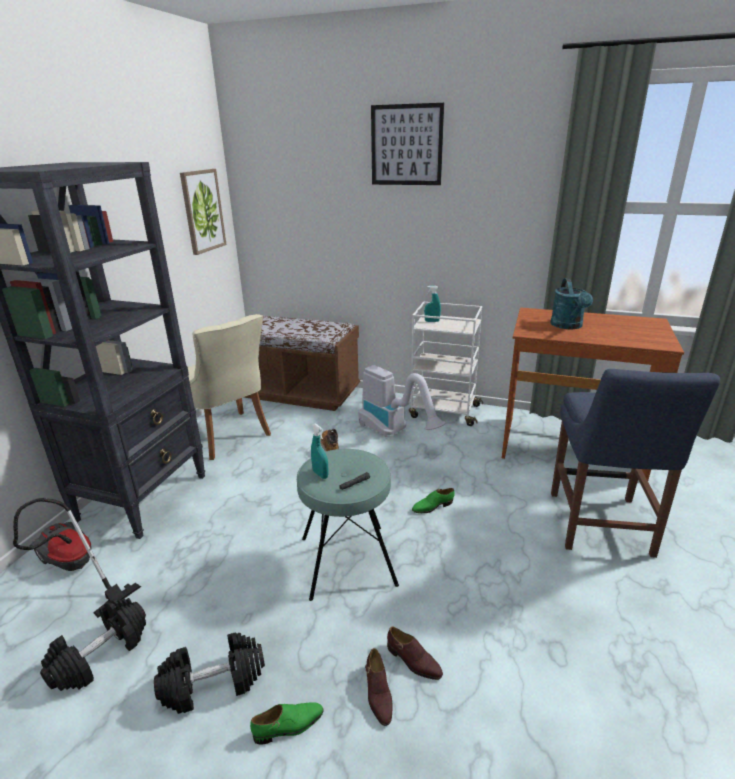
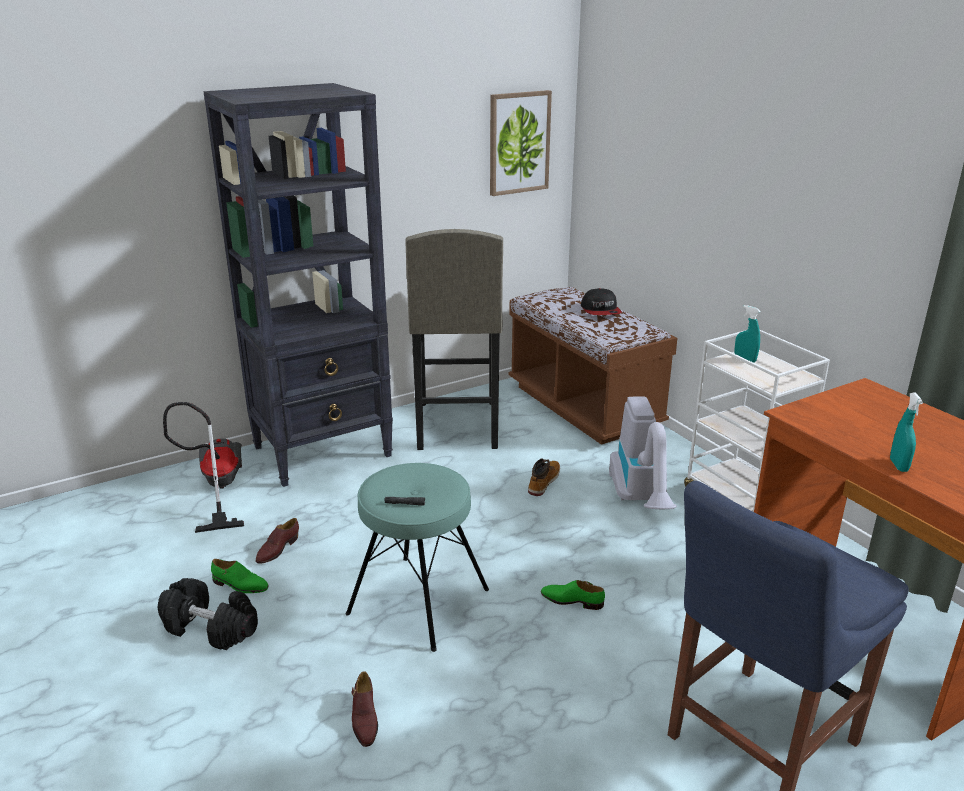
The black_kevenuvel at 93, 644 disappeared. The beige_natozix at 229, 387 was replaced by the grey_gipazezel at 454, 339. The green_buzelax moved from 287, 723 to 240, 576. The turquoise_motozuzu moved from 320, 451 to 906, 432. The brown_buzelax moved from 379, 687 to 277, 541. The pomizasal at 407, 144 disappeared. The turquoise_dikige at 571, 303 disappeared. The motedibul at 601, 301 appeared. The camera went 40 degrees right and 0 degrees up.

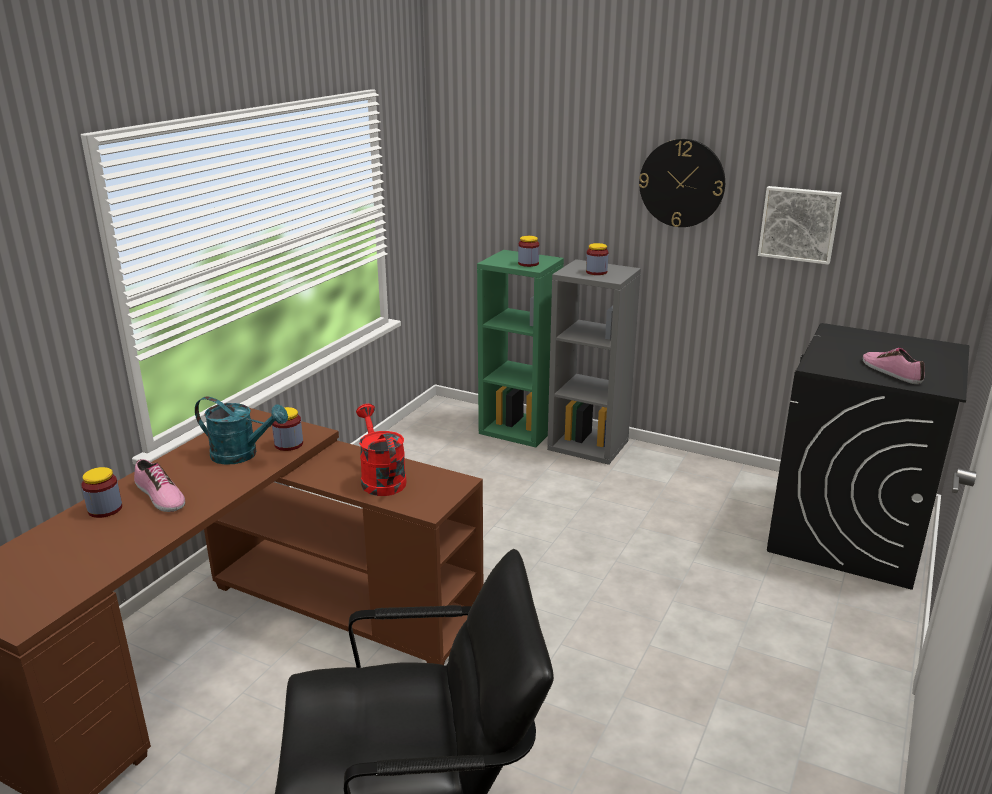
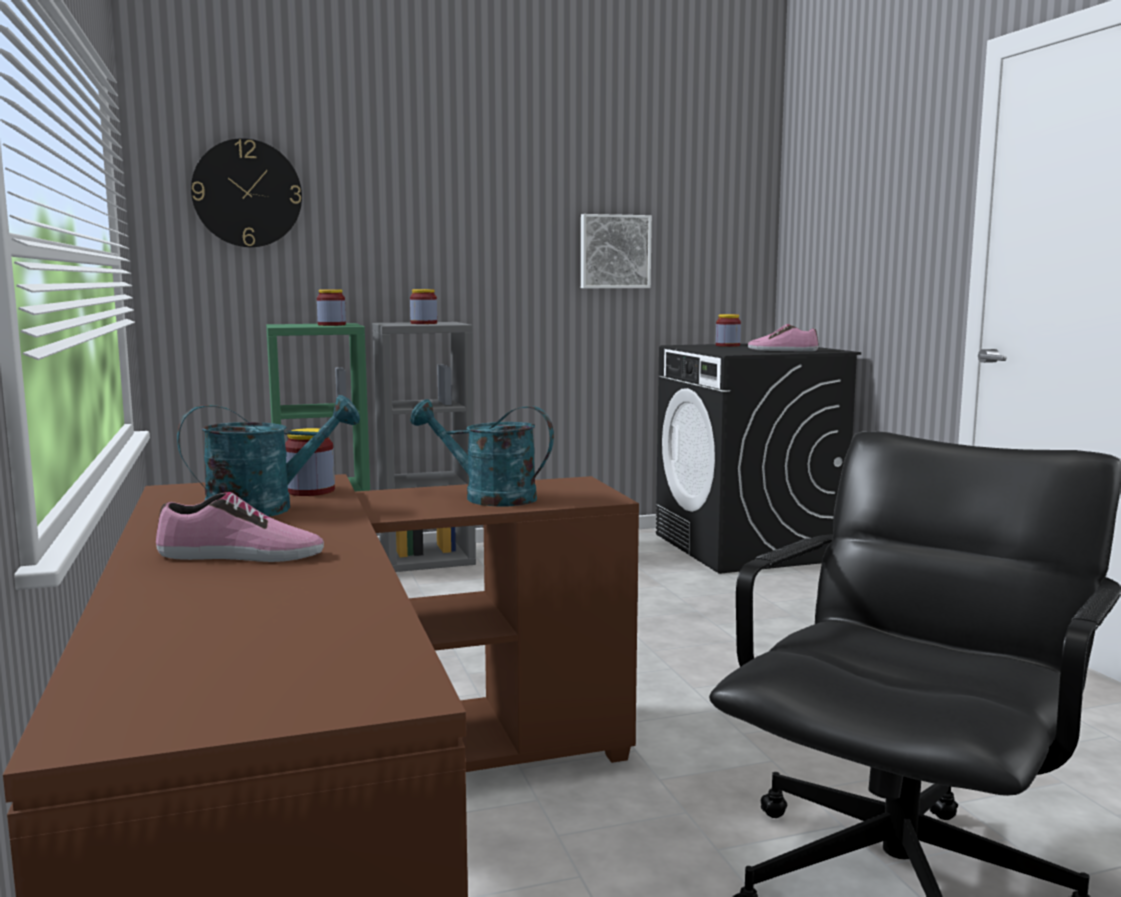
The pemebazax moved from 101, 492 to 728, 330. The red_dikige at 381, 450 became the turquoise_dikige at 482, 452. The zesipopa moved from 682, 183 to 246, 192. The camera went 45 degrees left and 15 degrees down.

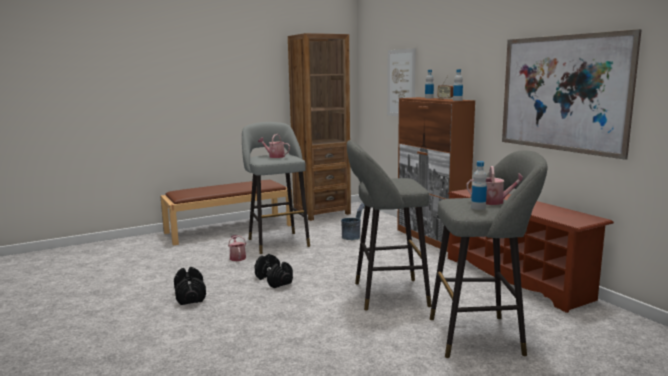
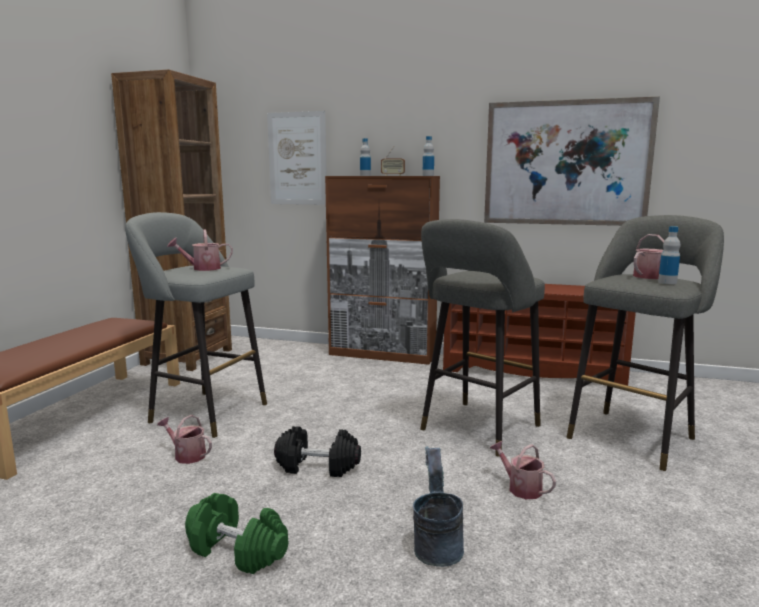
The black_kevenuvel at 190, 286 became the green_kevenuvel at 237, 533. The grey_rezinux moved from 353, 221 to 438, 506. The dikige at 523, 470 appeared. The camera went 45 degrees left and 0 degrees up.

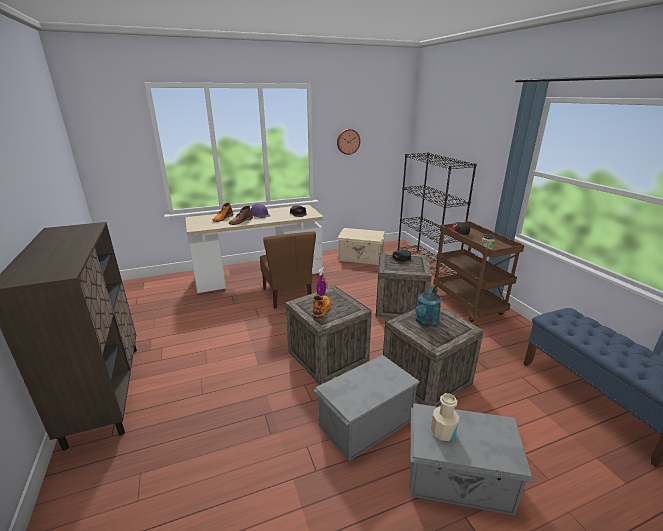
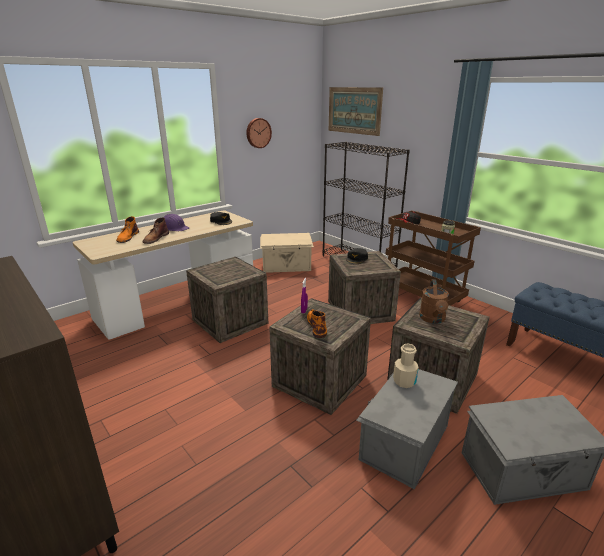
The brown_natozix at 288, 270 was replaced by the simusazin at 227, 300. The turquoise_dikige at 428, 306 became the brown_dikige at 434, 301. The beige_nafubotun moved from 445, 417 to 406, 366. The pomizasal at 356, 111 appeared. The camera went 20 degrees left and 0 degrees up.

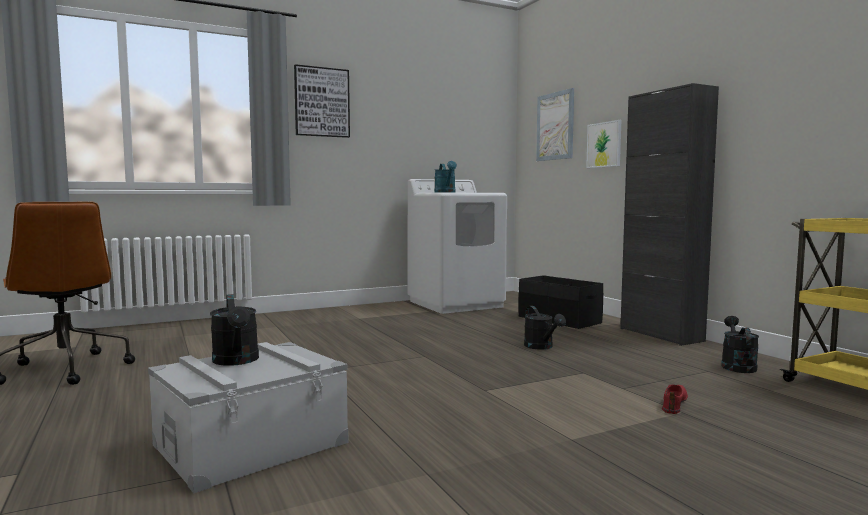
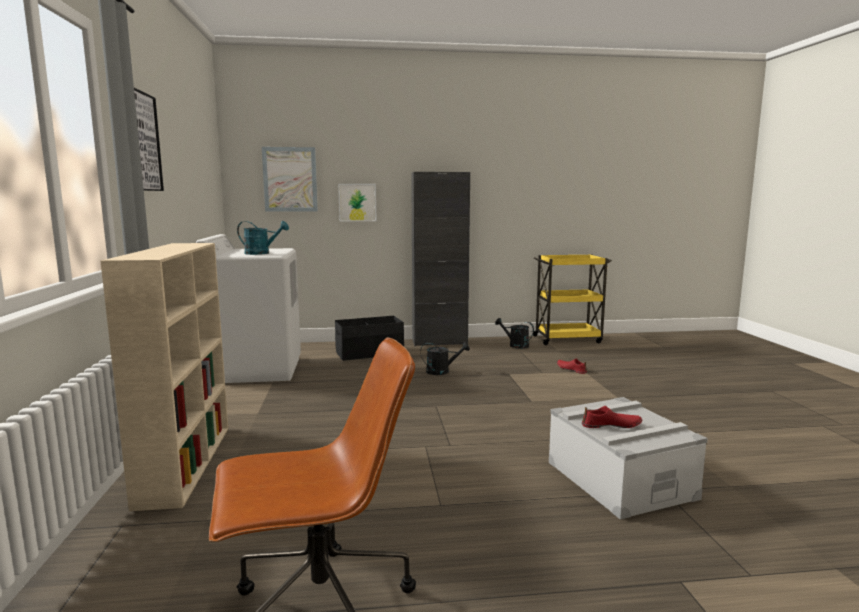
The black_dikige at 234, 330 was replaced by the red_buzelax at 612, 417. The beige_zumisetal at 164, 377 appeared. The camera went 70 degrees left and 5 degrees up.

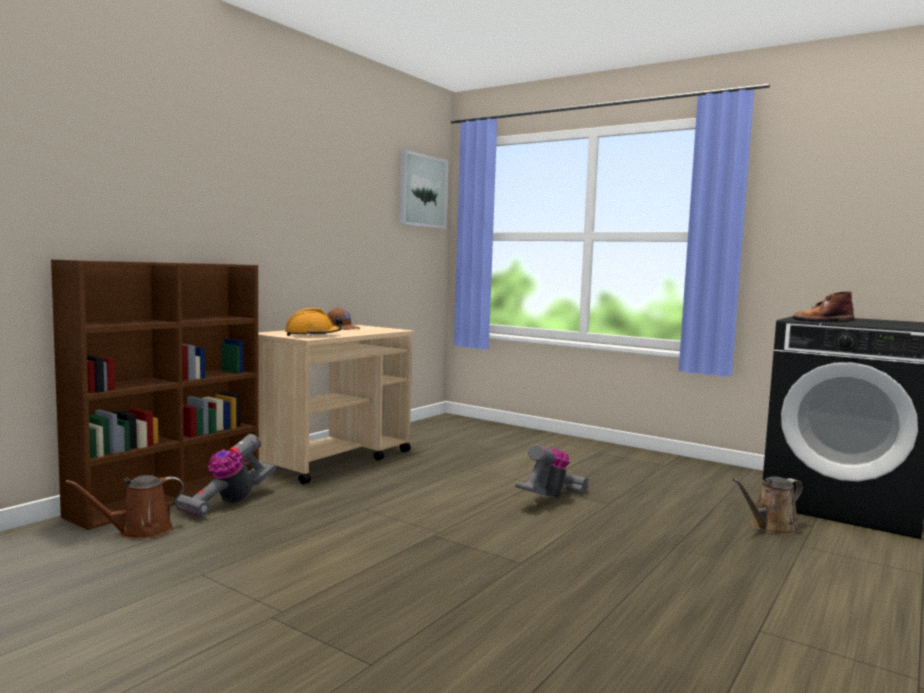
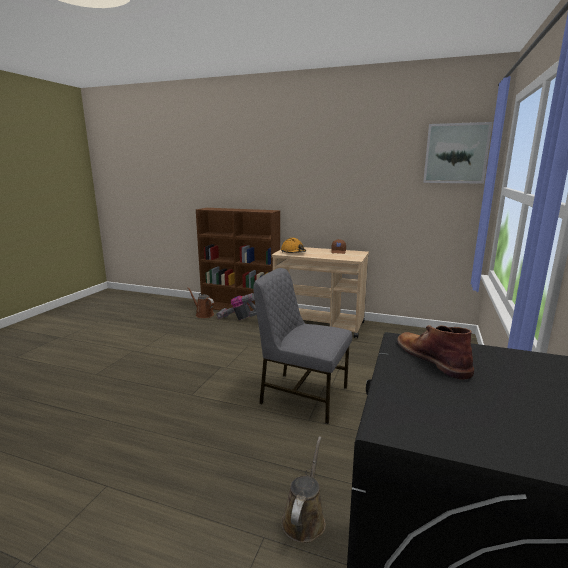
The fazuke at 552, 471 was replaced by the grey_natozix at 302, 346. The brown_dikige at 768, 505 turned 60 degrees clockwise. The camera went 75 degrees right and 10 degrees up.

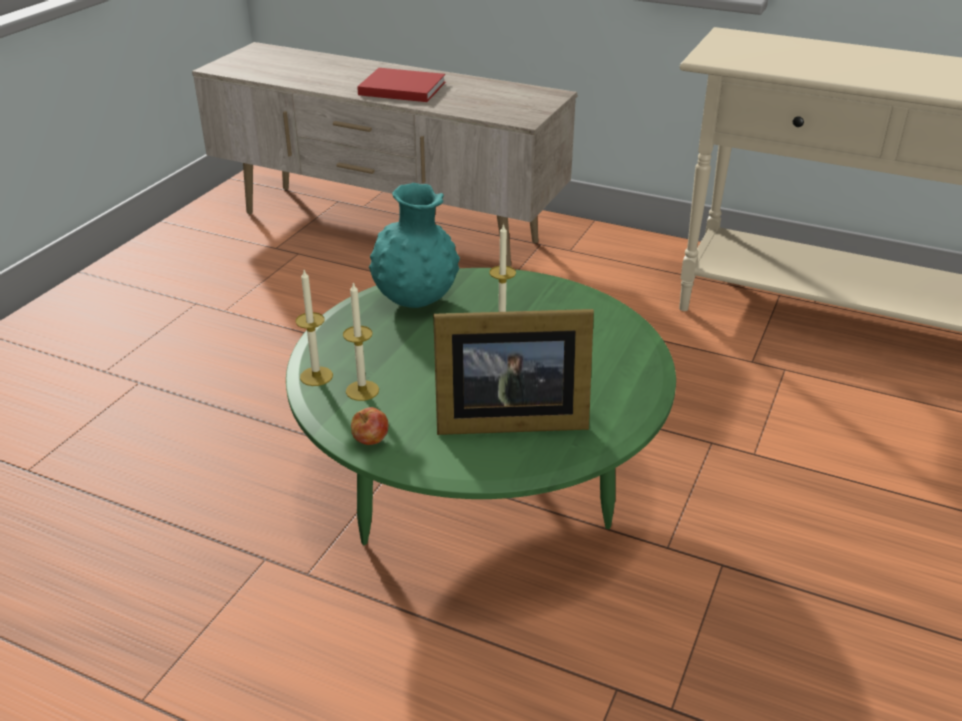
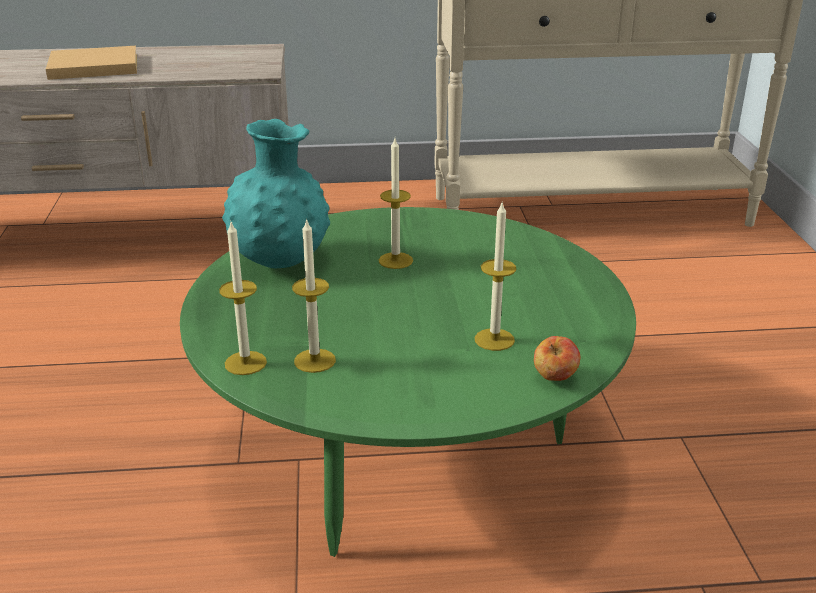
The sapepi moved from 369, 426 to 557, 358. The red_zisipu at 401, 85 became the beige_zisipu at 91, 63. The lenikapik at 513, 372 was replaced by the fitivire at 495, 277. The camera went 30 degrees left and 5 degrees down.

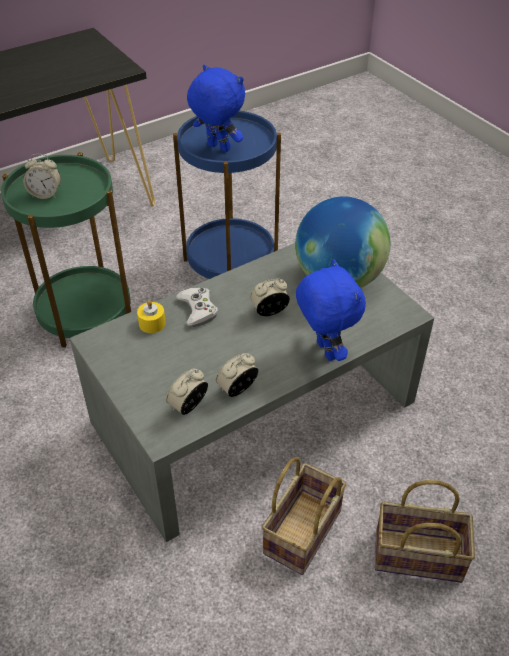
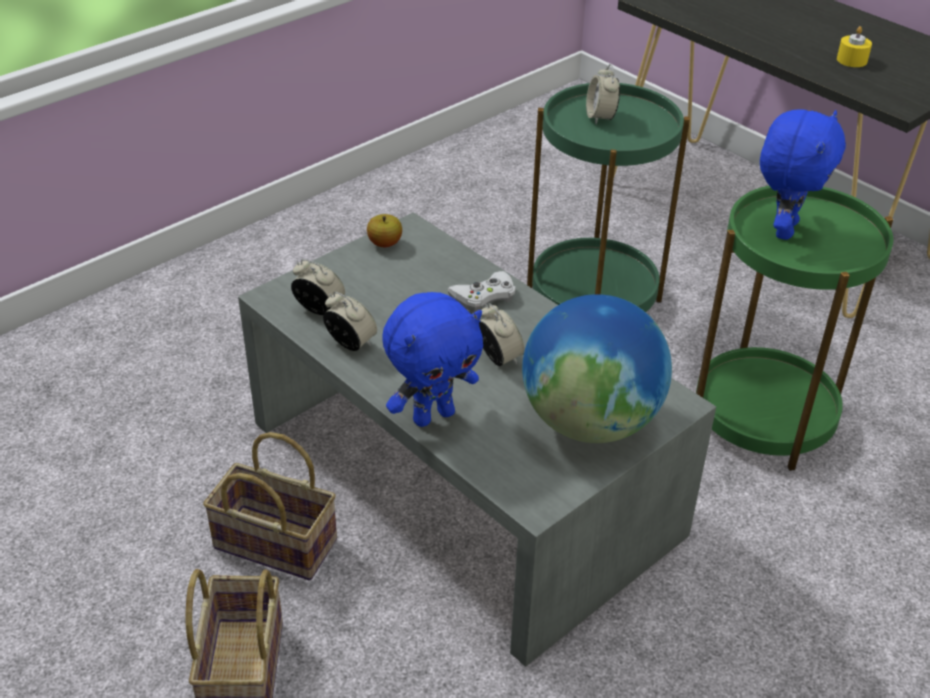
The yellow_fitivire moved from 151, 316 to 854, 46. The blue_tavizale at 227, 194 became the green_tavizale at 794, 328. The sapepi at 384, 230 appeared. The camera went 80 degrees right and 5 degrees down.

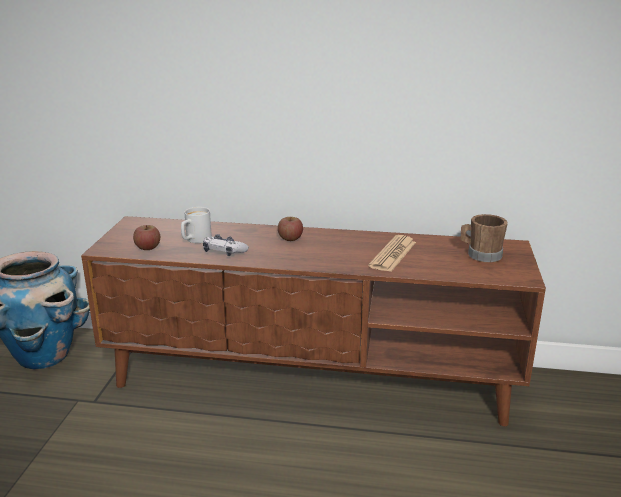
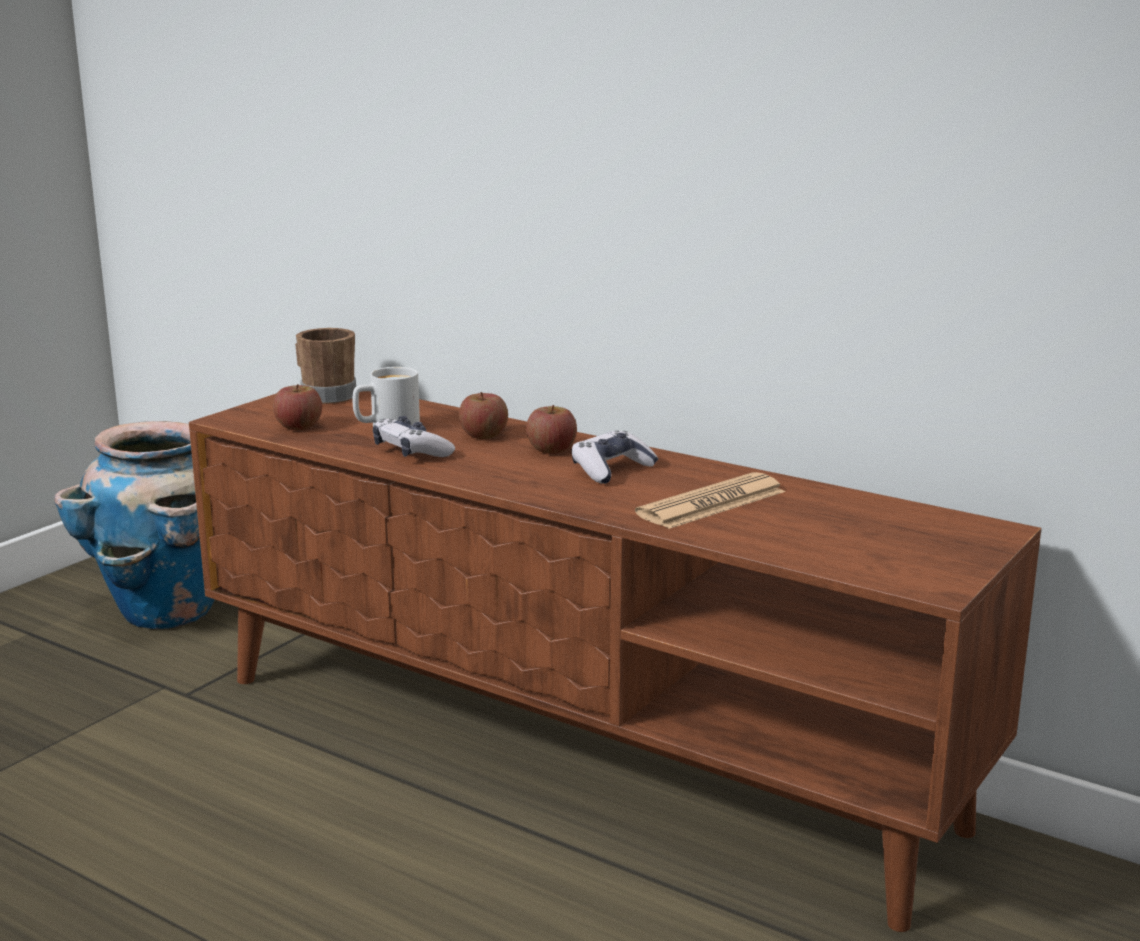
The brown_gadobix moved from 484, 238 to 325, 366. The sapepi at 483, 415 appeared. The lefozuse at 615, 457 appeared. The camera went 25 degrees right and 5 degrees down.

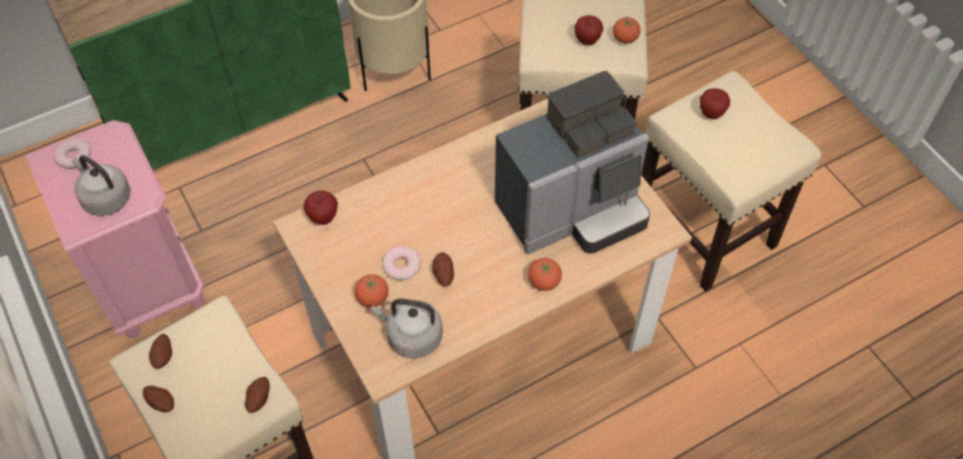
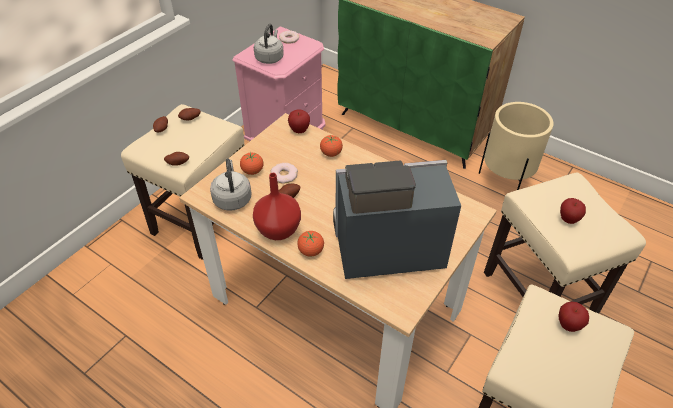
The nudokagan at 572, 162 turned 135 degrees clockwise. The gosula moved from 626, 30 to 331, 146. The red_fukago at 277, 206 appeared. The camera went 65 degrees right and 10 degrees down.

